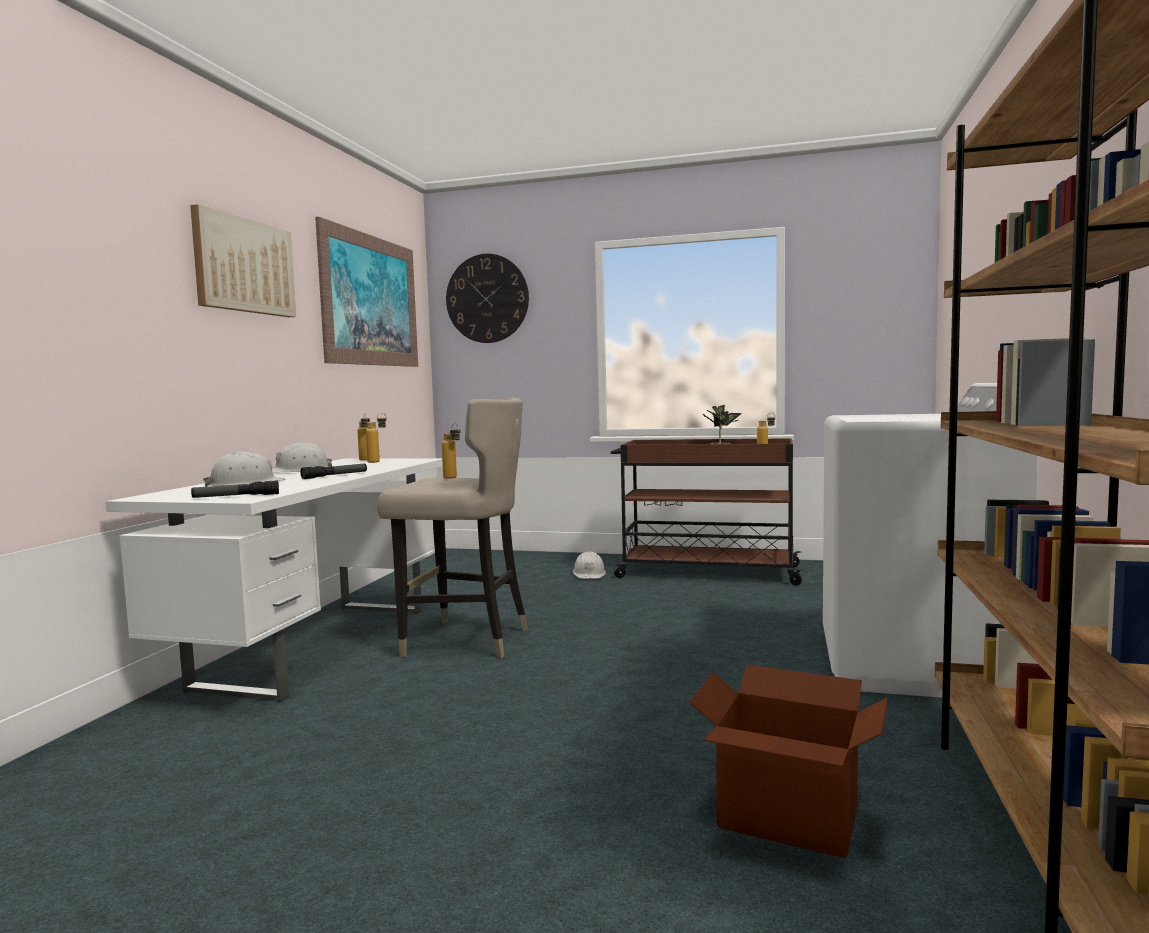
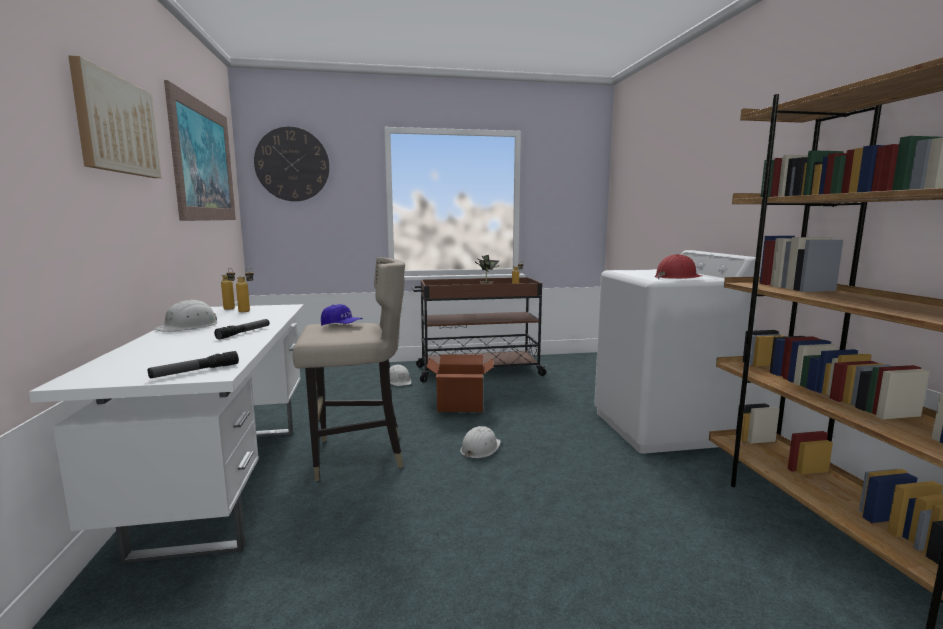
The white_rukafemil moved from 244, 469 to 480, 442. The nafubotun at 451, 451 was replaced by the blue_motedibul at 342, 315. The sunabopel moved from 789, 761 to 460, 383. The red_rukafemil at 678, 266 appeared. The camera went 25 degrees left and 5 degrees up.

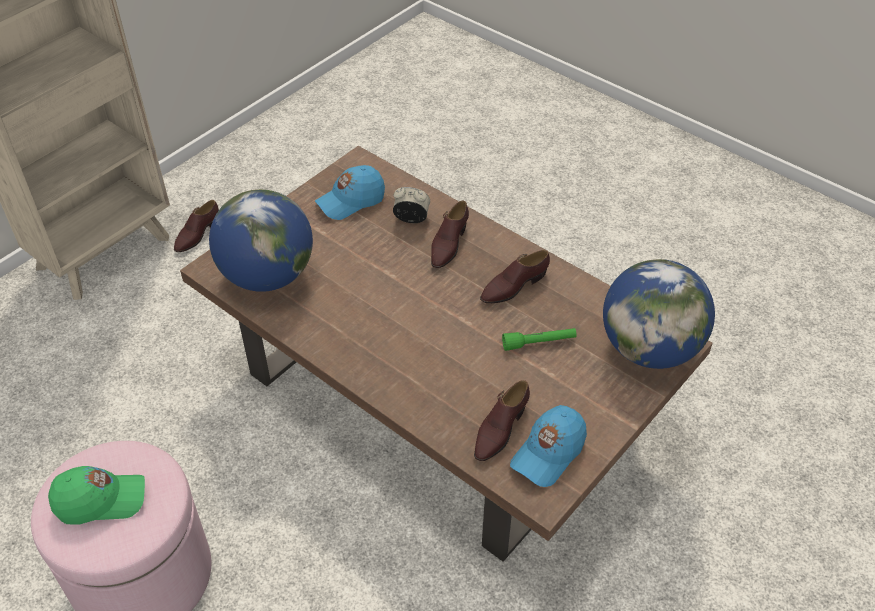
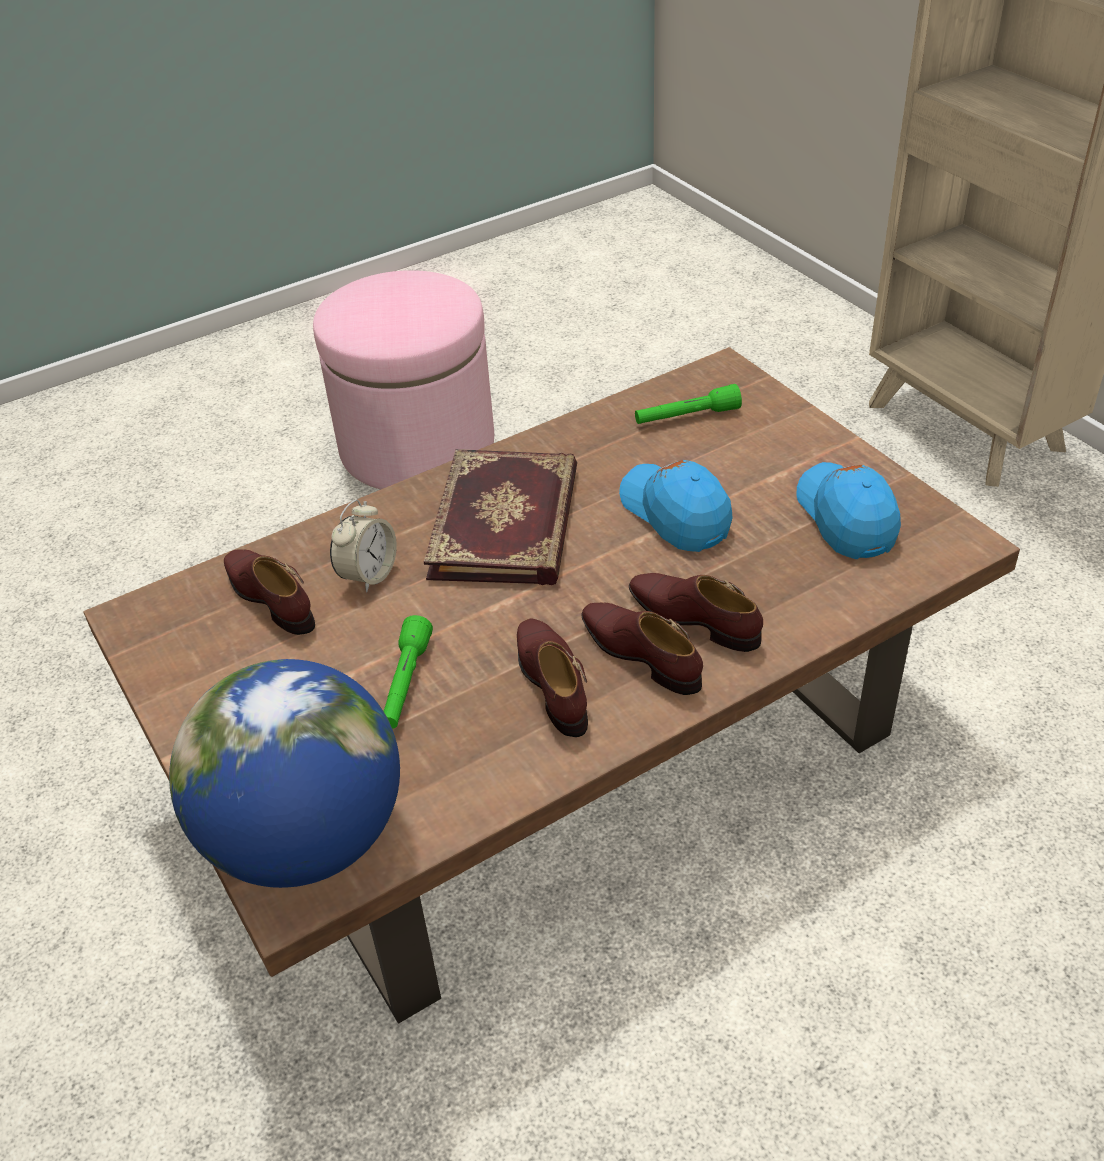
The green_motedibul at 96, 495 disappeared. The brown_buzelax moved from 196, 226 to 642, 649. The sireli at 261, 240 was replaced by the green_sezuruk at 688, 404. The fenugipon moved from 411, 205 to 363, 545. The blue_motedibul moved from 548, 446 to 676, 506. The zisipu at 500, 517 appeared. The camera went 110 degrees right and 5 degrees down.

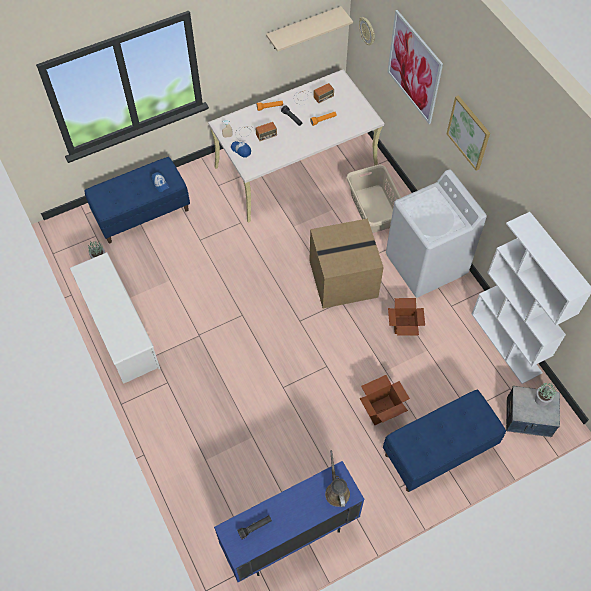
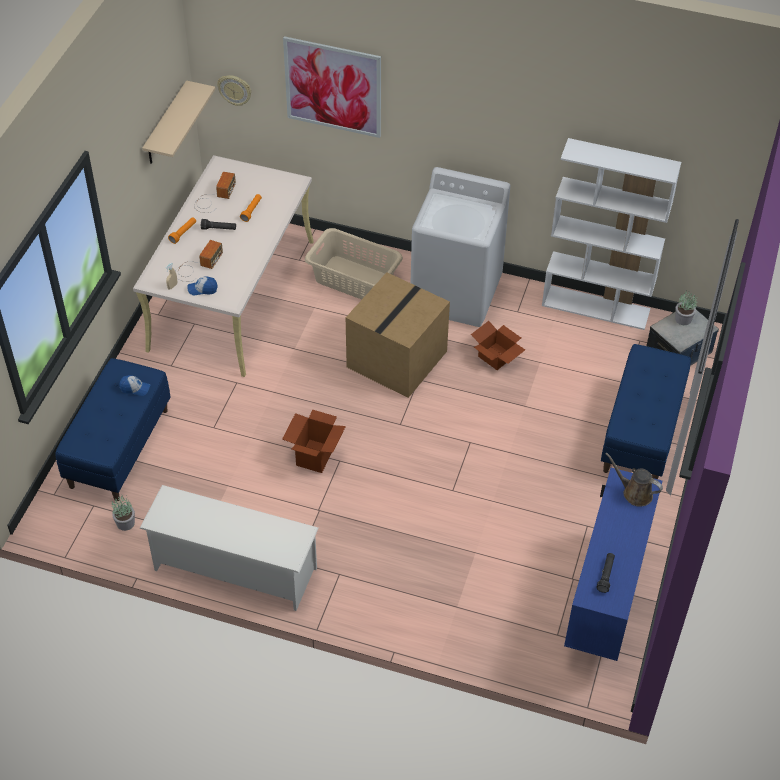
The sunabopel moved from 384, 400 to 314, 441. The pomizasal at 468, 133 disappeared. The camera went 45 degrees left and 10 degrees down.

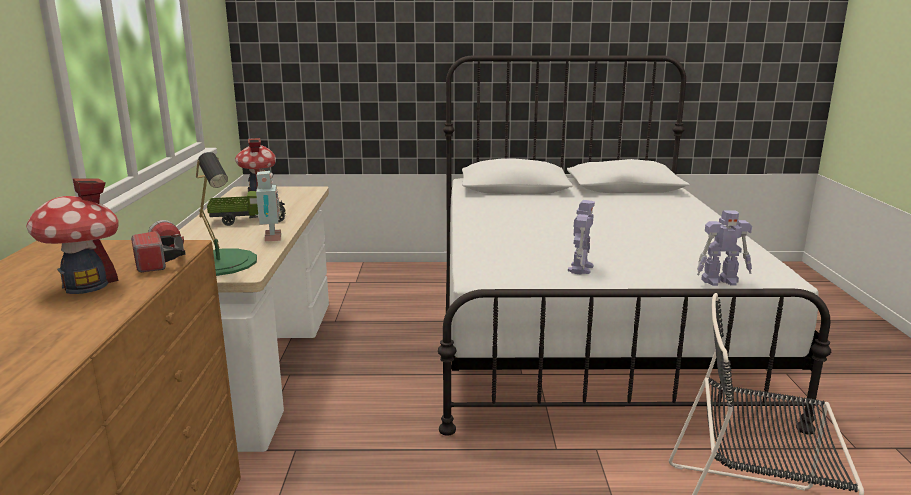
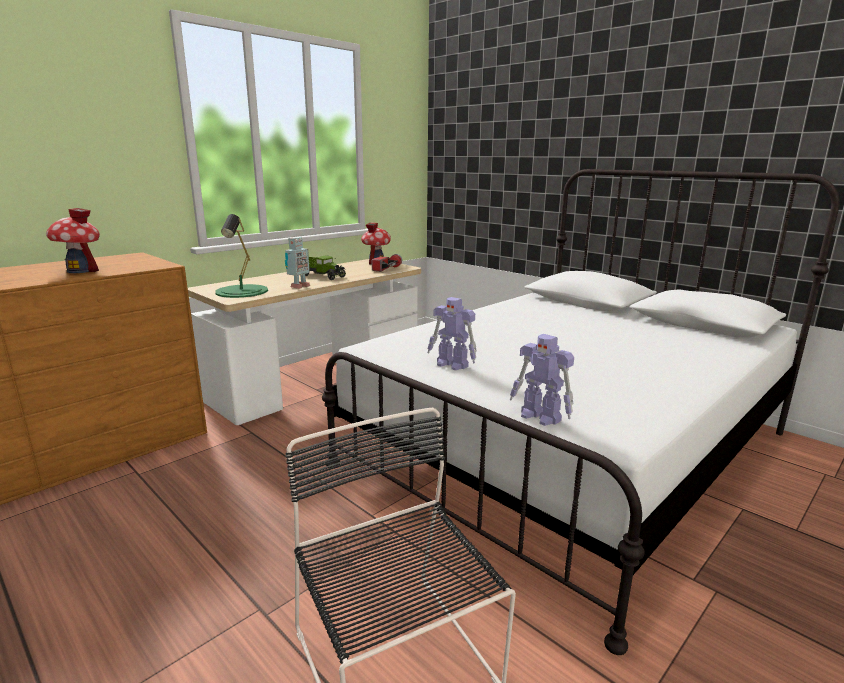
The sezuruk moved from 158, 246 to 387, 263. The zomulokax at 581, 237 turned 60 degrees clockwise. The camera went 45 degrees right and 0 degrees up.

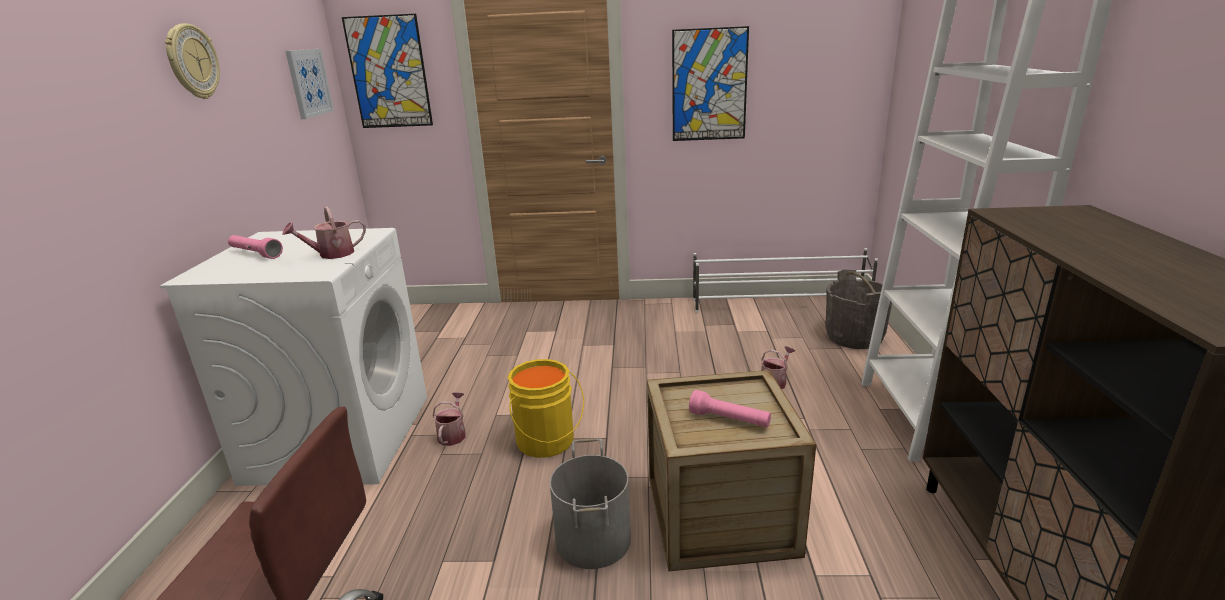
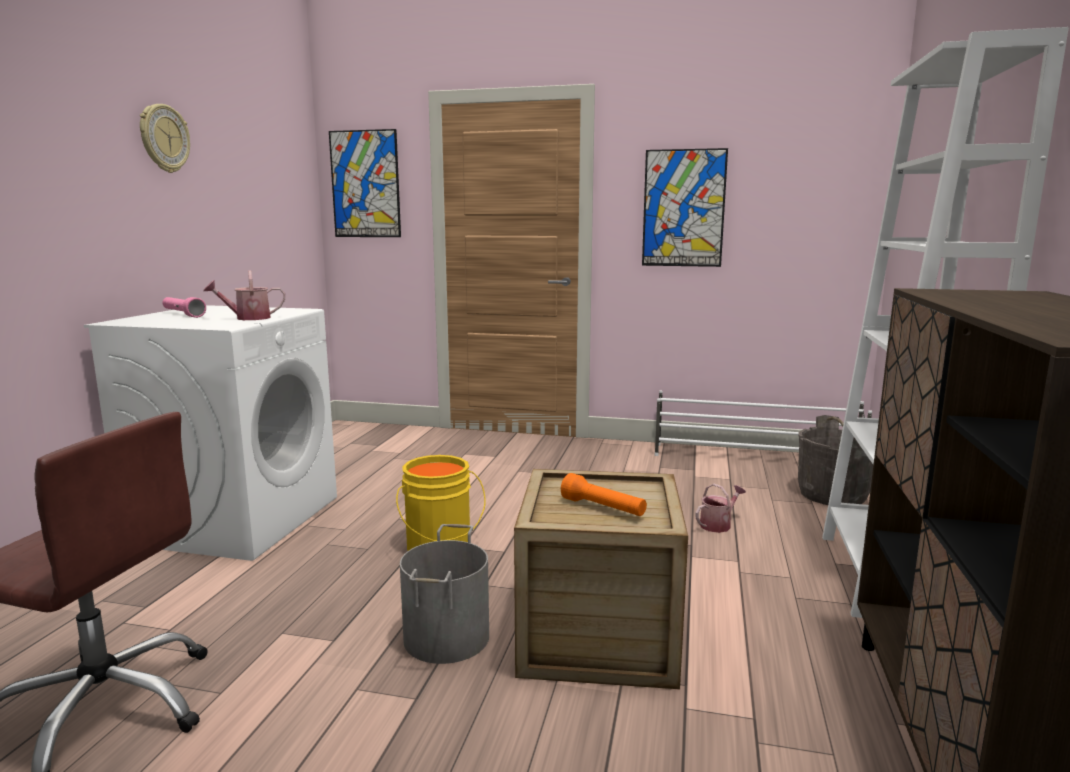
The pomizasal at 309, 84 disappeared. The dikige at 449, 419 disappeared. The pink_sezuruk at 730, 408 became the orange_sezuruk at 604, 494. The camera went 10 degrees right and 10 degrees down.

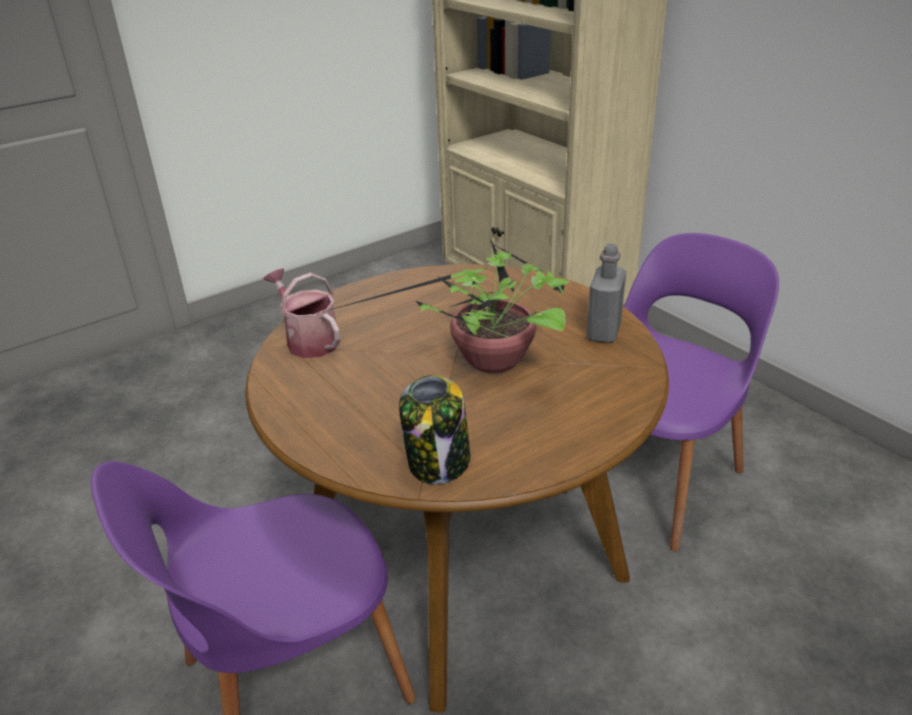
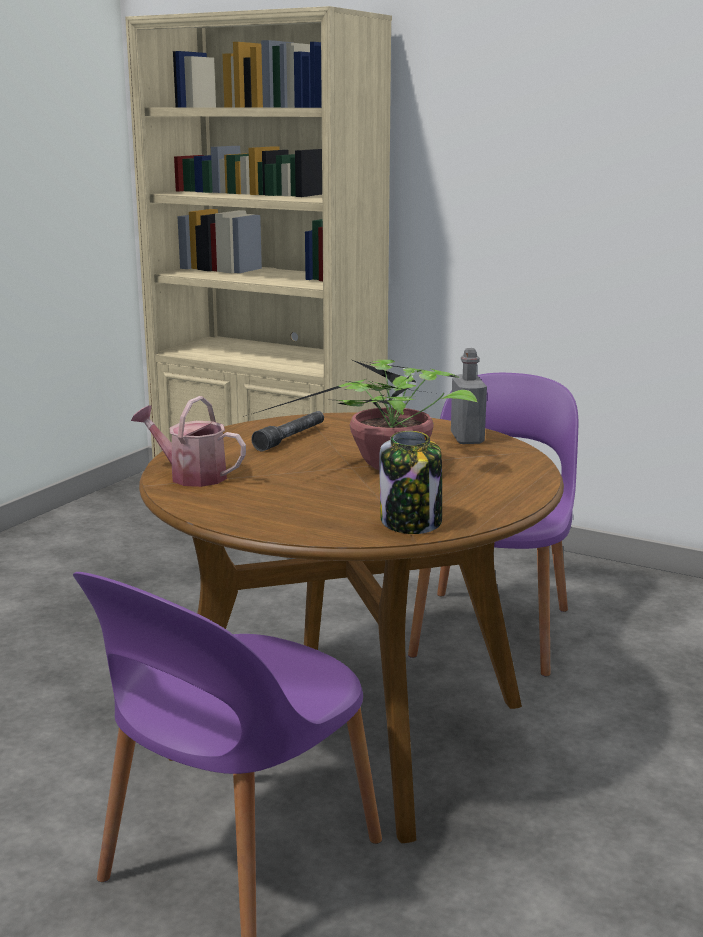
The grey_sezuruk at 287, 431 appeared. The camera went 25 degrees left and 15 degrees down.

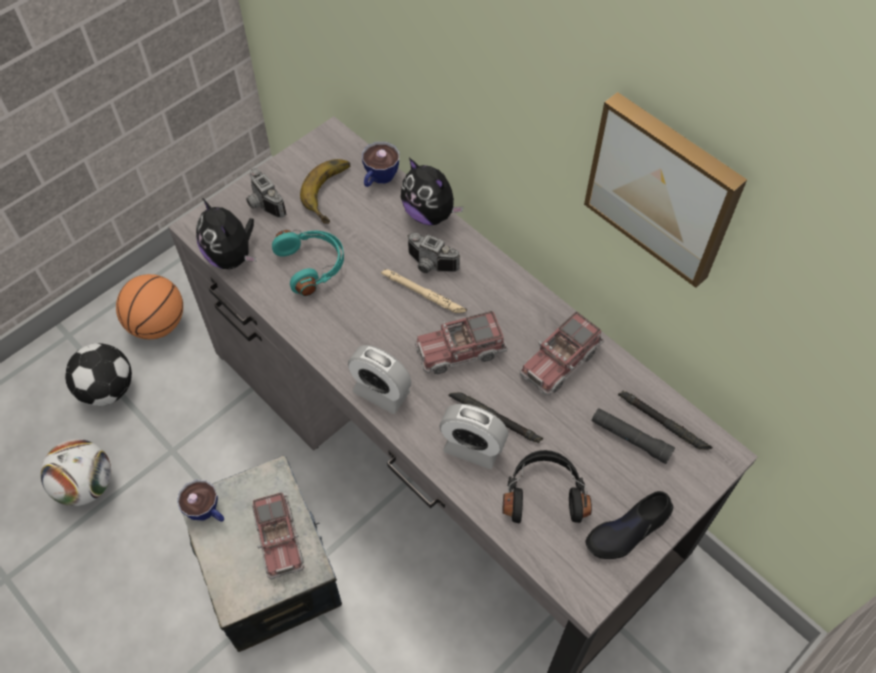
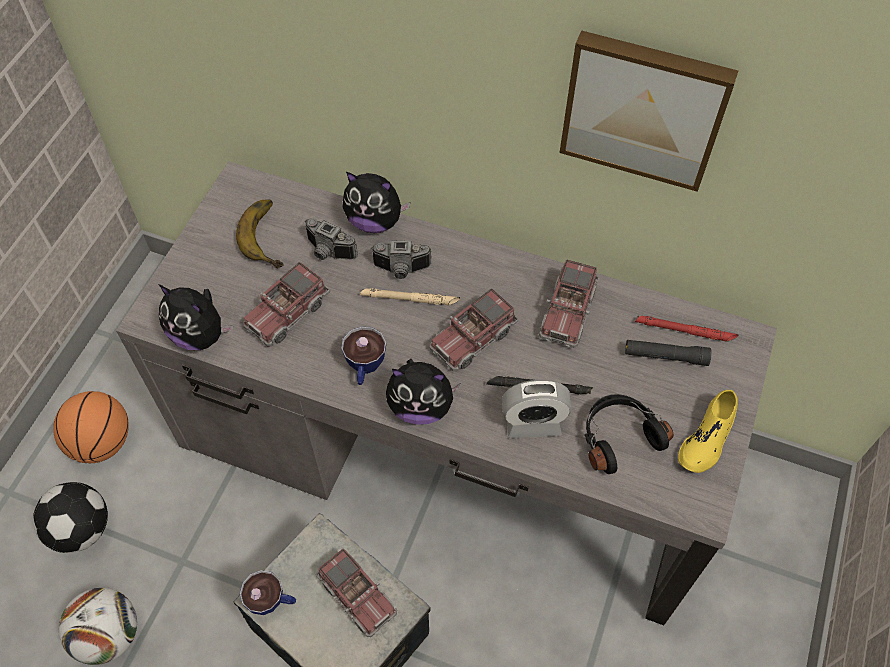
The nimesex moved from 266, 193 to 331, 239. The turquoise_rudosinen at 308, 263 was replaced by the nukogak at 286, 304. The fenugipon at 379, 379 was replaced by the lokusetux at 423, 392. The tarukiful moved from 380, 164 to 363, 355. The black_buzelax at 629, 525 became the yellow_buzelax at 708, 431. The black_sezuruk at 665, 420 became the red_sezuruk at 686, 329. The camera went 25 degrees left and 0 degrees up.

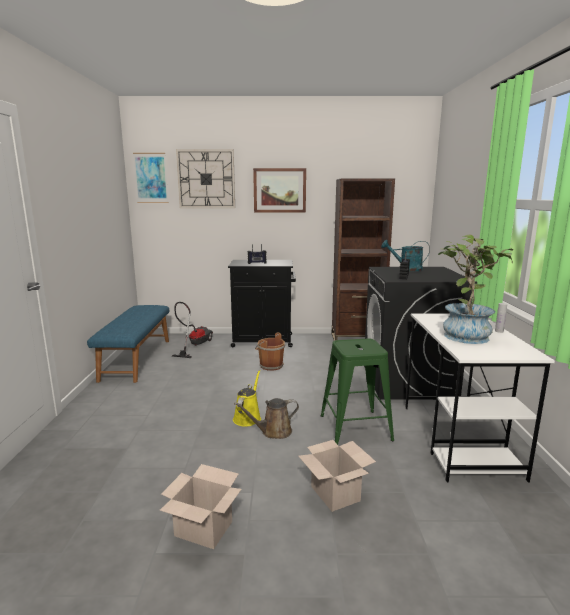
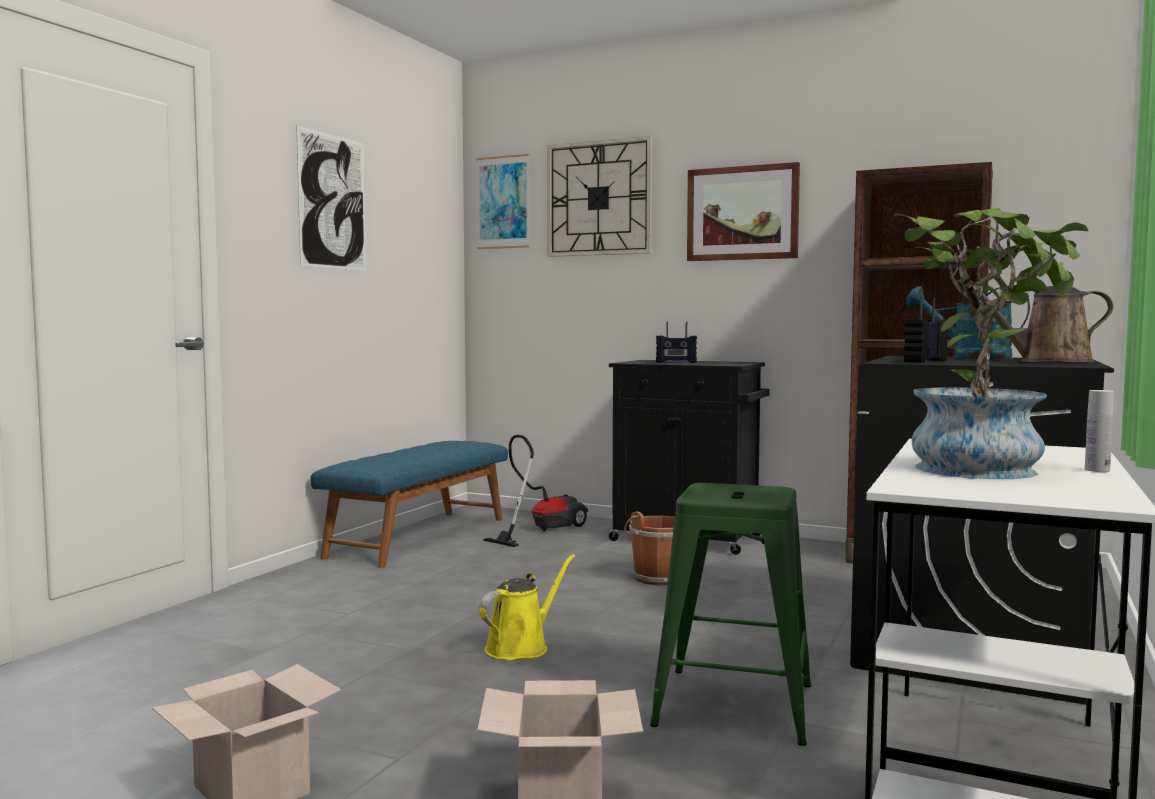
The brown_dikige moved from 266, 418 to 1036, 320. The pomizasal at 331, 198 appeared. The camera went 25 degrees right and 10 degrees down.

